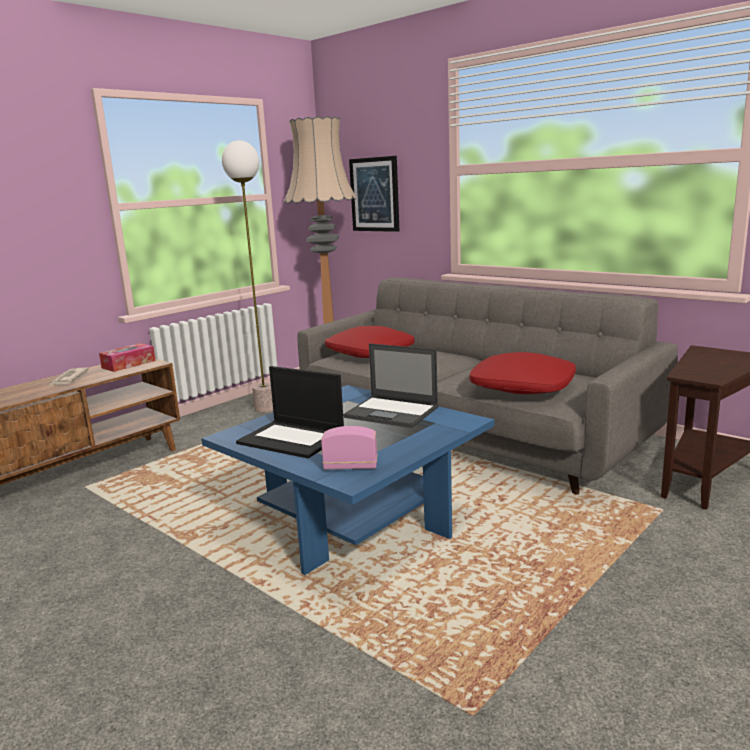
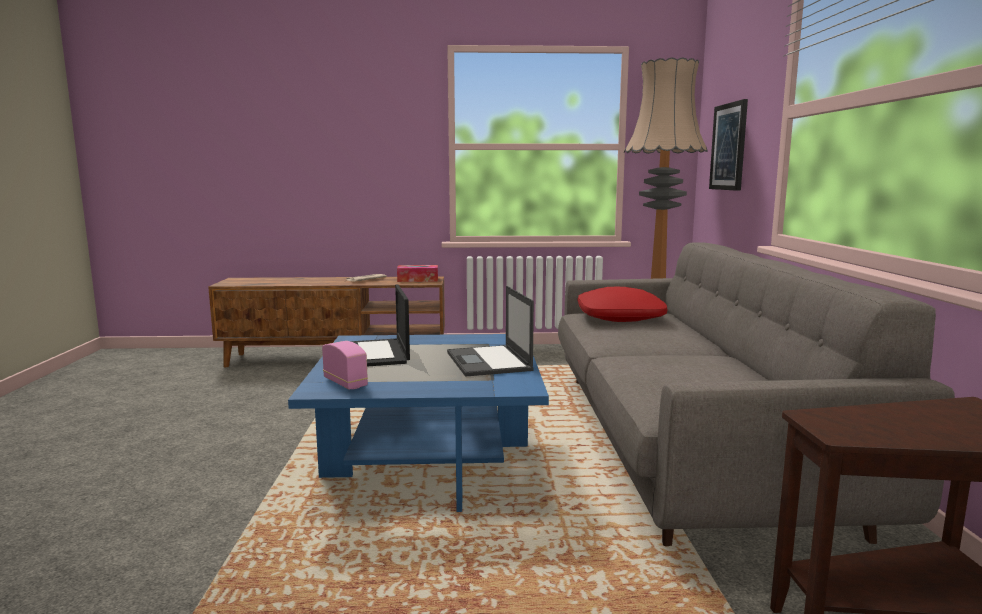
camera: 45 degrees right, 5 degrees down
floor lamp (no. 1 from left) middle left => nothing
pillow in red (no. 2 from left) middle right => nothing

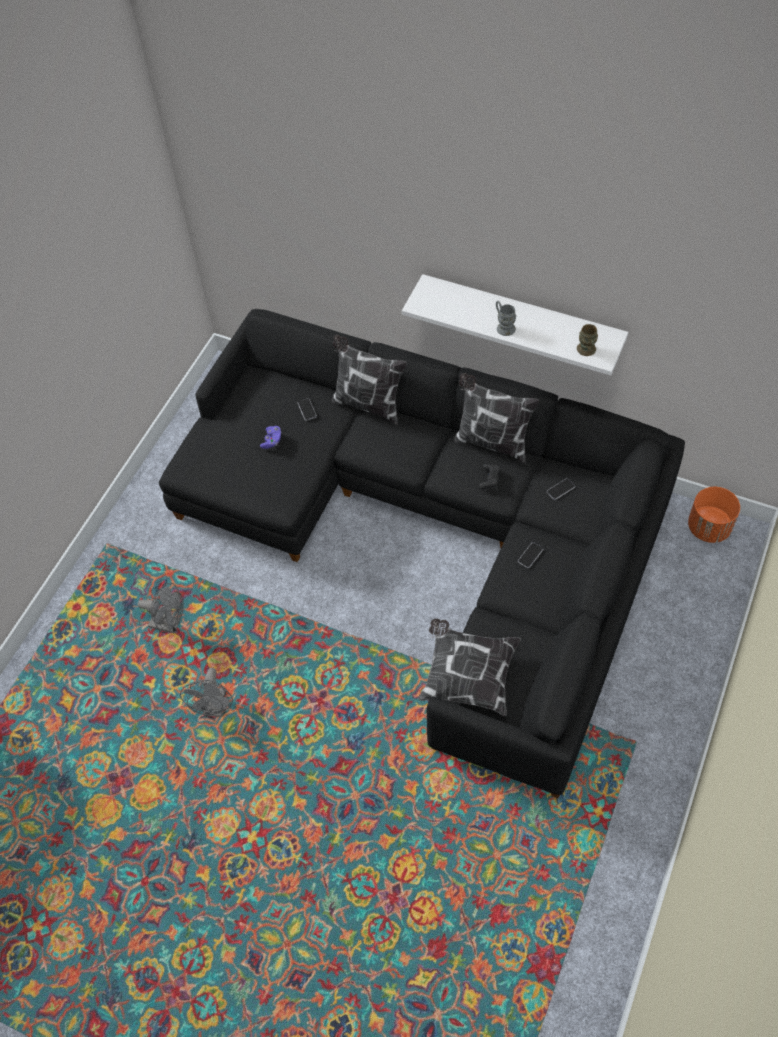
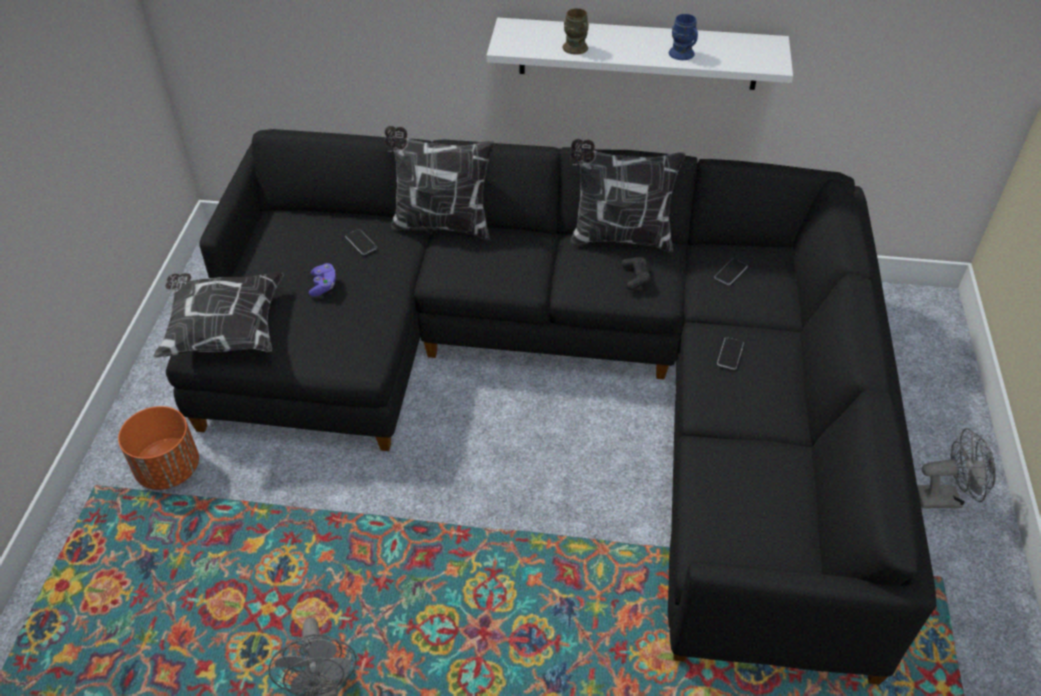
camera: 20 degrees left, 10 degrees down
planter in orange middle right => planter in orange middle left, relocated
pillow (no. 2 from left in the first image) centre => pillow (no. 1 from left) middle left, relocated
mug in brown top right => mug in brown top centre, relocated
nothing => mug in blue top centre
fan in grey (no. 1 from left in the first image) middle left => fan in grey (no. 2 from left) bottom right, relocated
mug in grey top centre => nothing

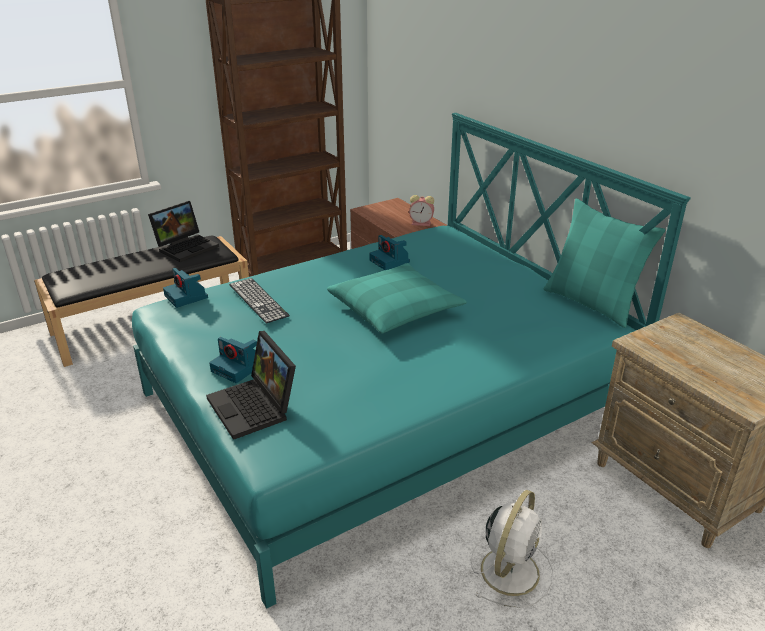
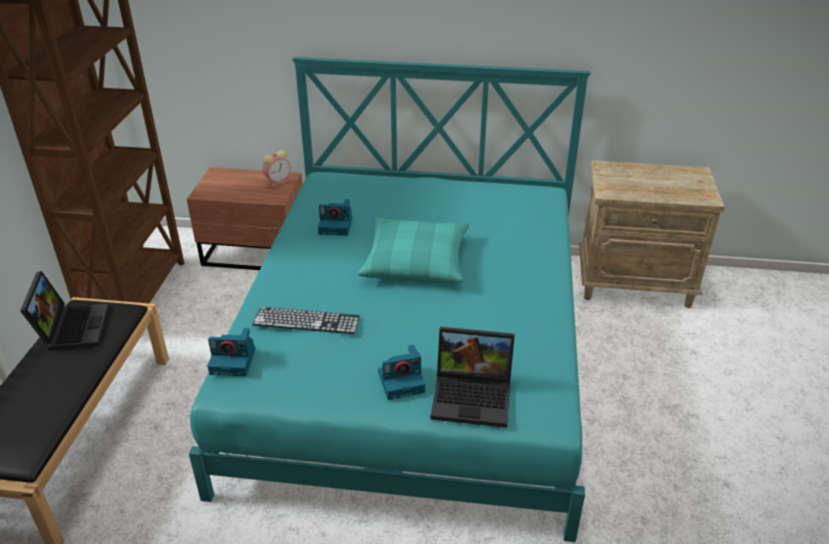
camera: 50 degrees left, 5 degrees up
fan in white bottom right => nothing
pillow in turquoise (no. 2 from left) middle right => nothing

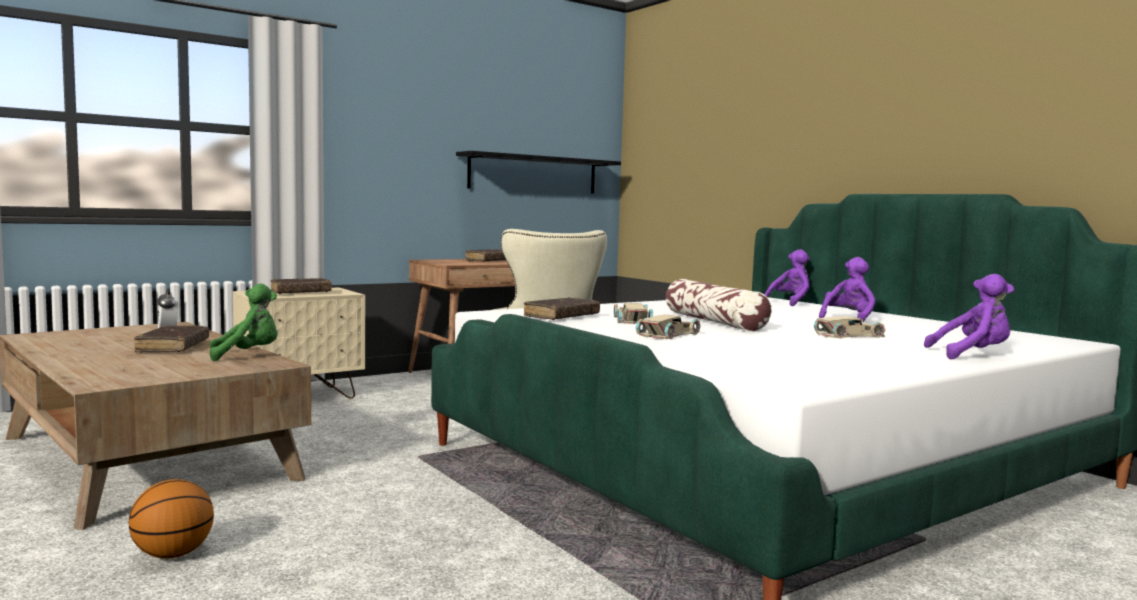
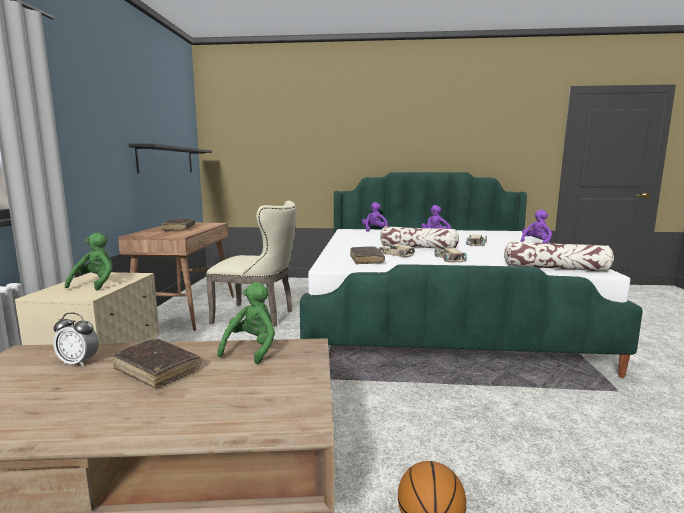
camera: 50 degrees left, 5 degrees up
book in brown (no. 2 from left) middle left => plush toy in green (no. 1 from left) middle left
nothing => pillow (no. 2 from left) middle right

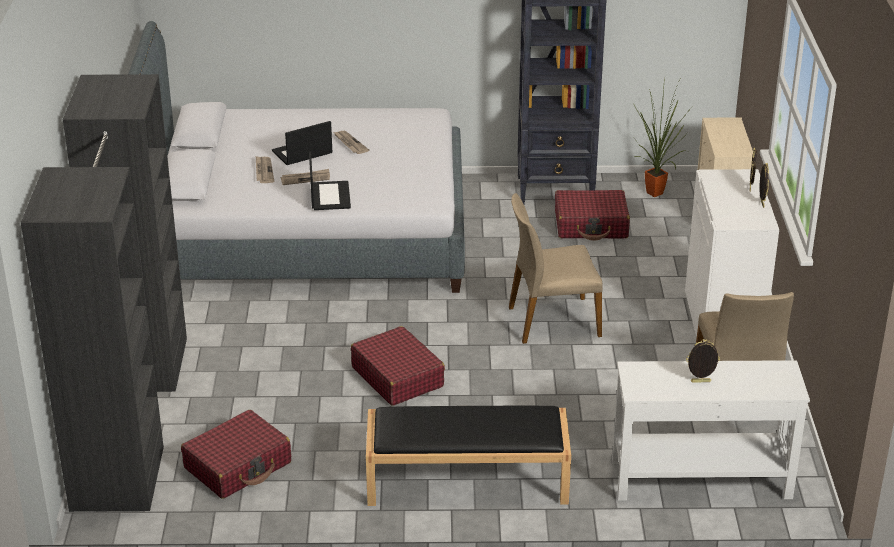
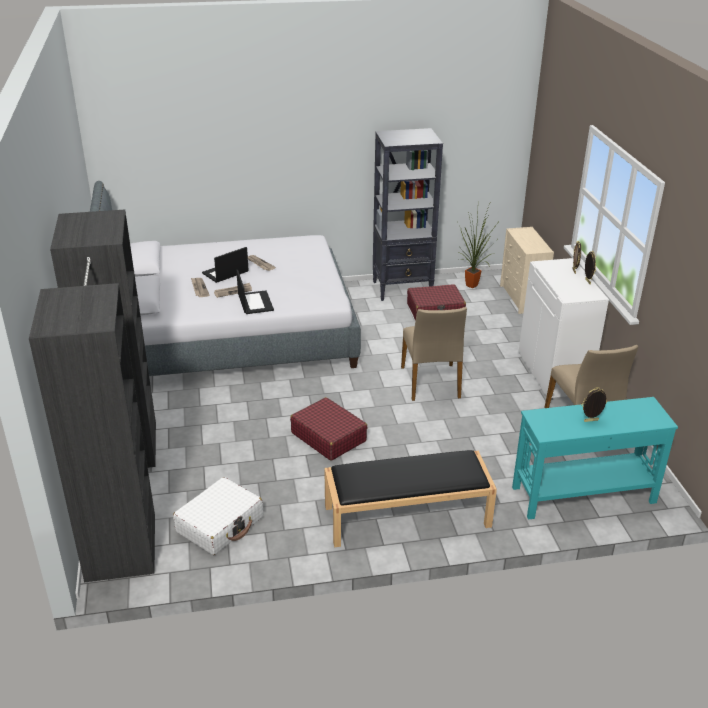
camera: 10 degrees left, 0 degrees up
suitcase in red (no. 1 from left) bottom left => suitcase in white bottom left
chair in beige (no. 1 from left) centre, 75 degrees counterclockwise
console table in white bottom right => console table in turquoise middle right

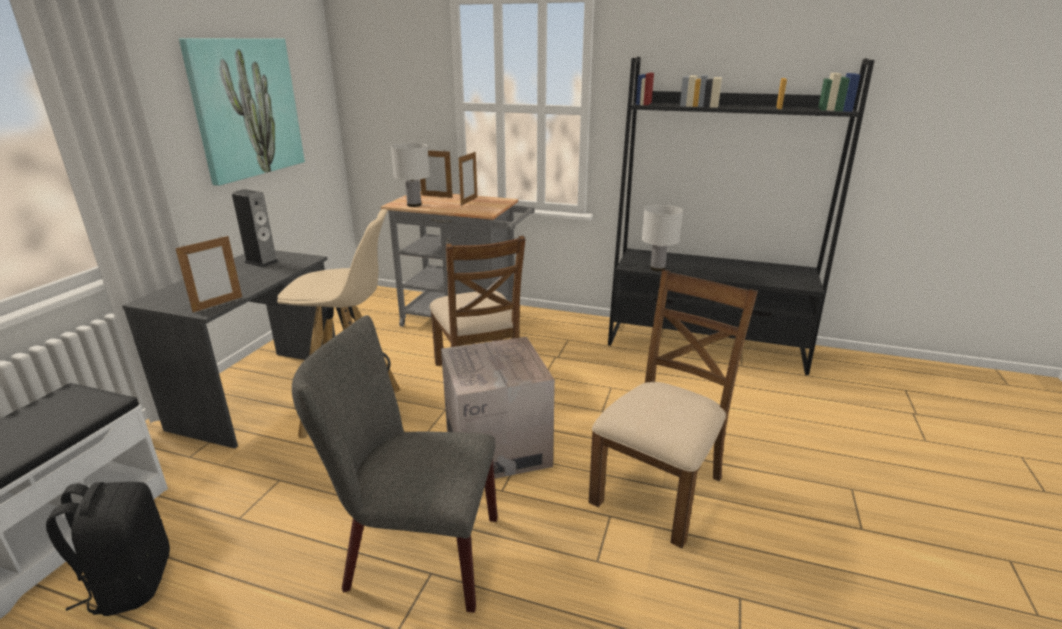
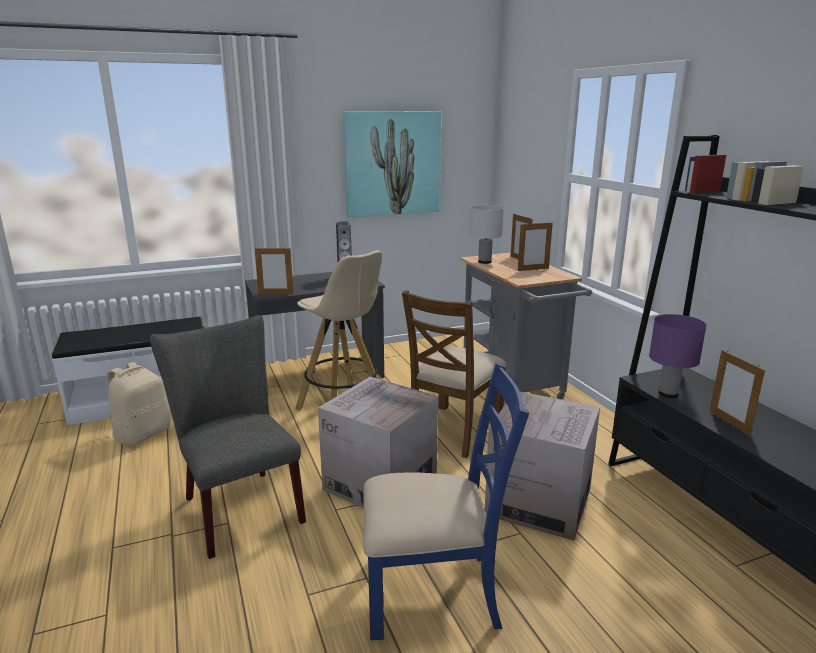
camera: 50 degrees right, 5 degrees down
backpack in black bottom left => backpack in beige middle left
chair in brown (no. 2 from left) centre => chair in blue bottom centre
nothing => cardboard box (no. 2 from left) bottom centre
table lamp in white (no. 2 from left) centre => table lamp in purple middle right
nothing => picture frame (no. 4 from left) middle right

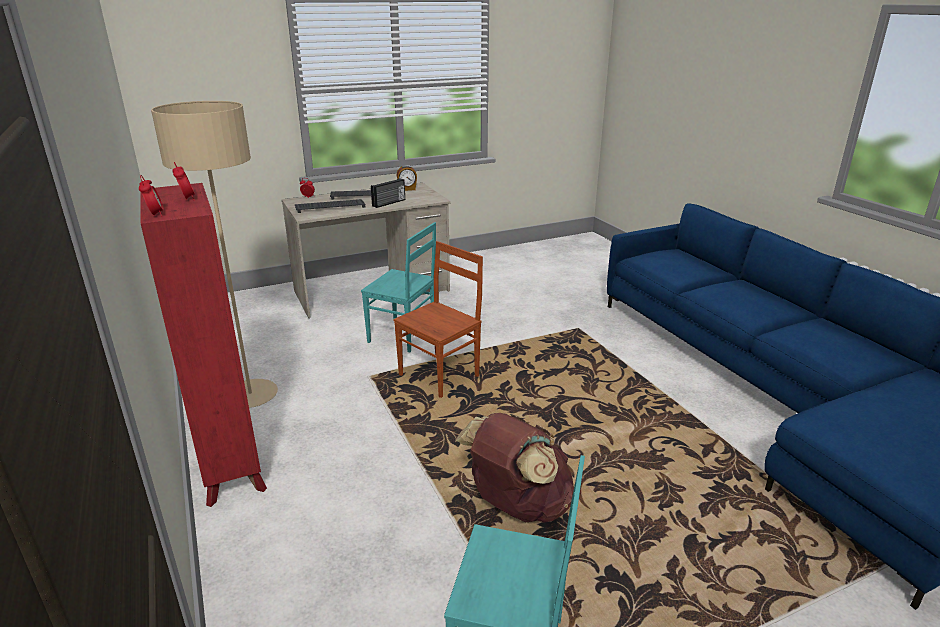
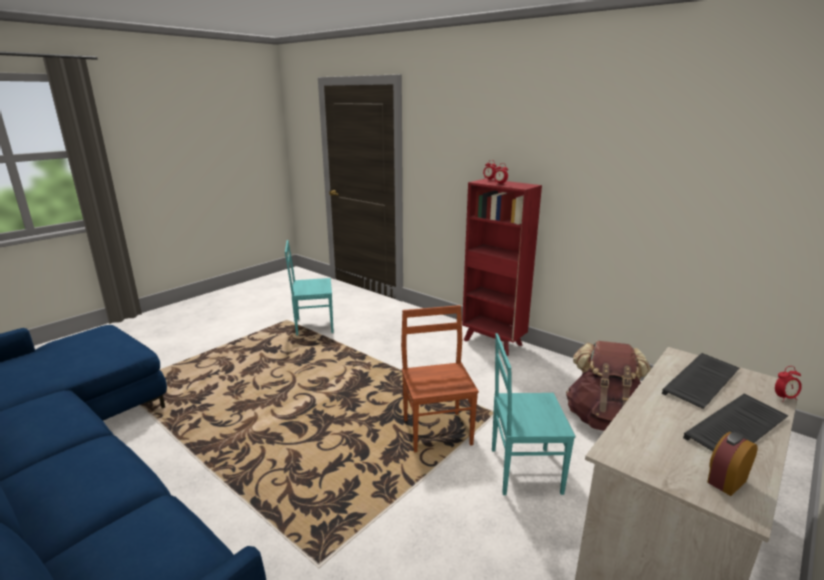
camera: 155 degrees right, 5 degrees down
chair in brown centre, 150 degrees clockwise
backpack in brown bottom centre => backpack in brown middle right, relocated
floor lamp in beige middle left => nothing
radio top centre => nothing

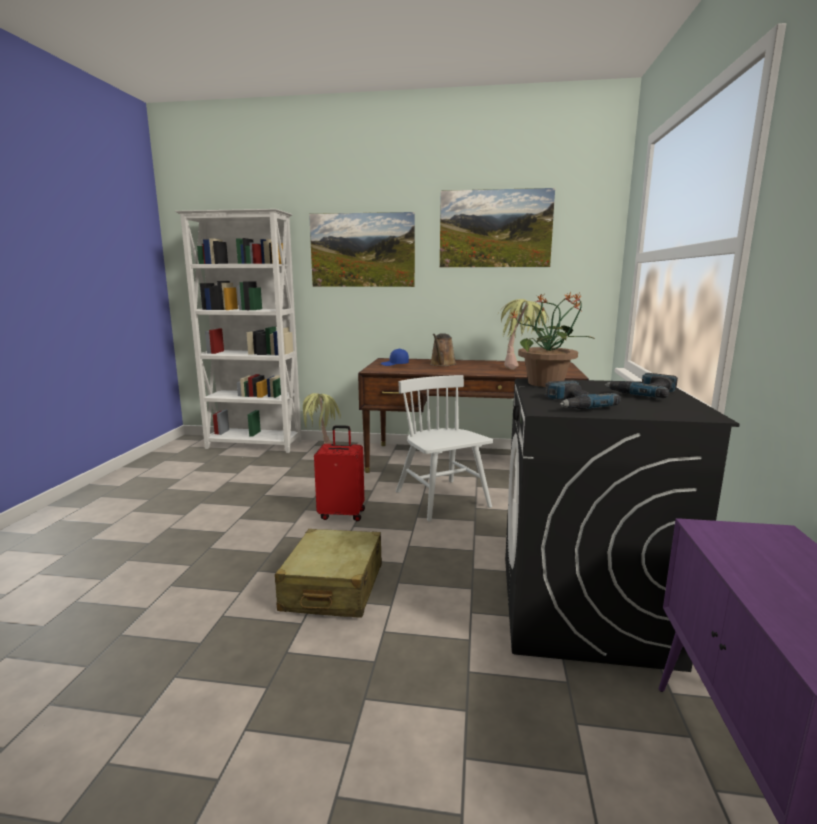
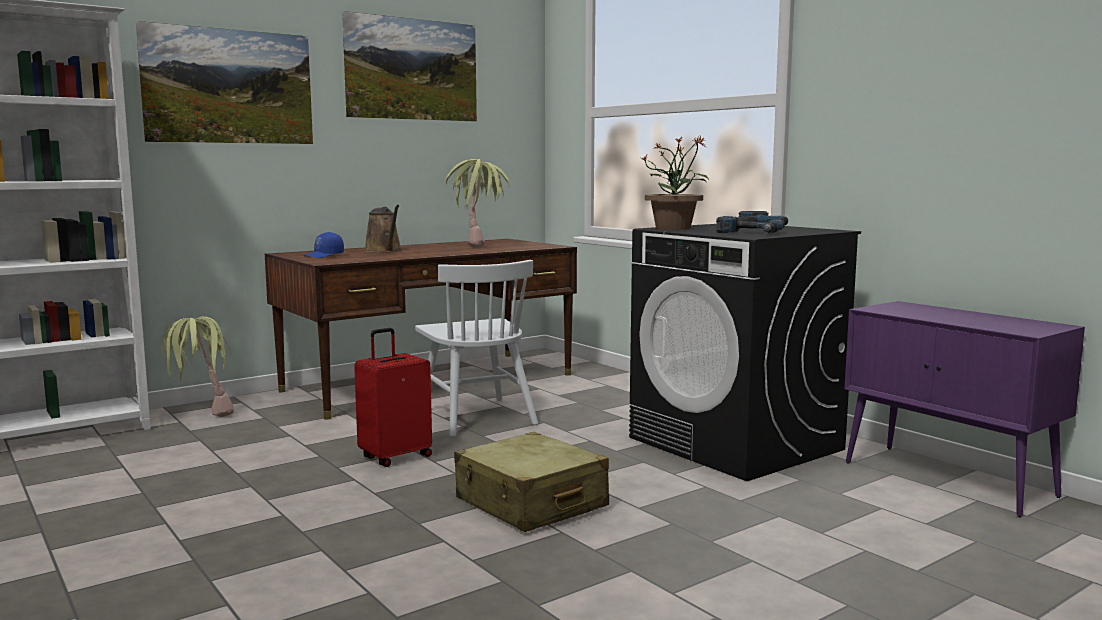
camera: 45 degrees left, 5 degrees down
chair in white centre, 135 degrees counterclockwise

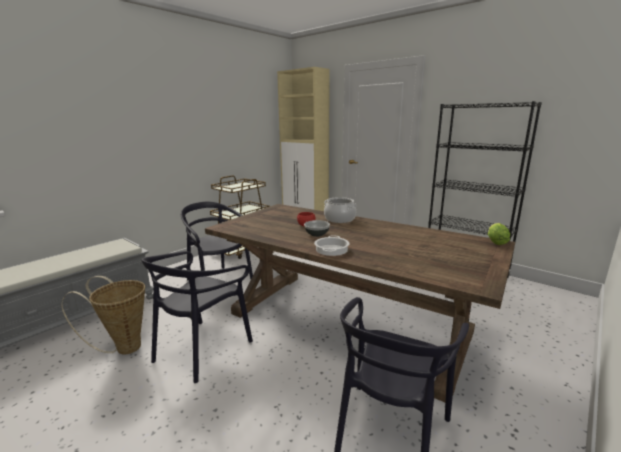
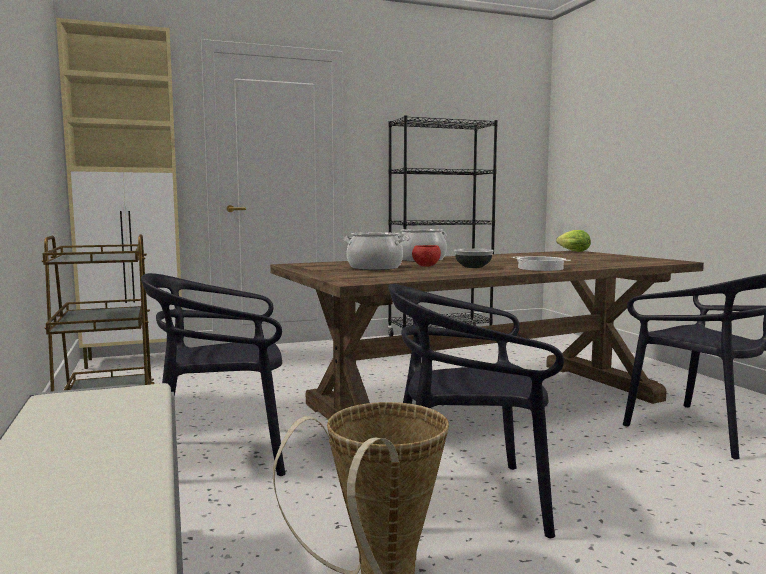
camera: 60 degrees left, 10 degrees down
nothing => cooking pot (no. 1 from left) centre
chair in black (no. 1 from left in the first image) bottom left => chair in black (no. 2 from left) bottom centre, 120 degrees clockwise

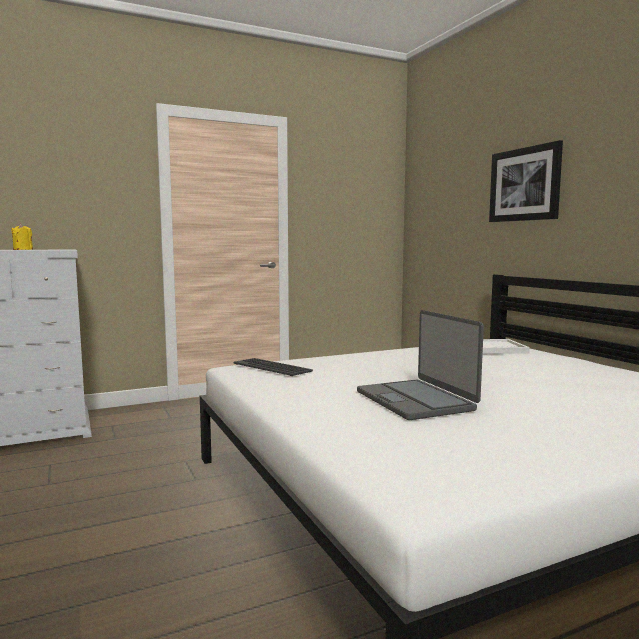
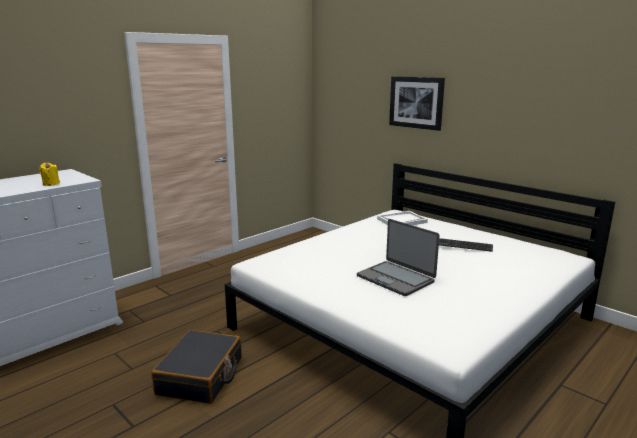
camera: 20 degrees left, 10 degrees up
nothing => suitcase in black bottom left
keyboard centre => keyboard middle right, relocated

